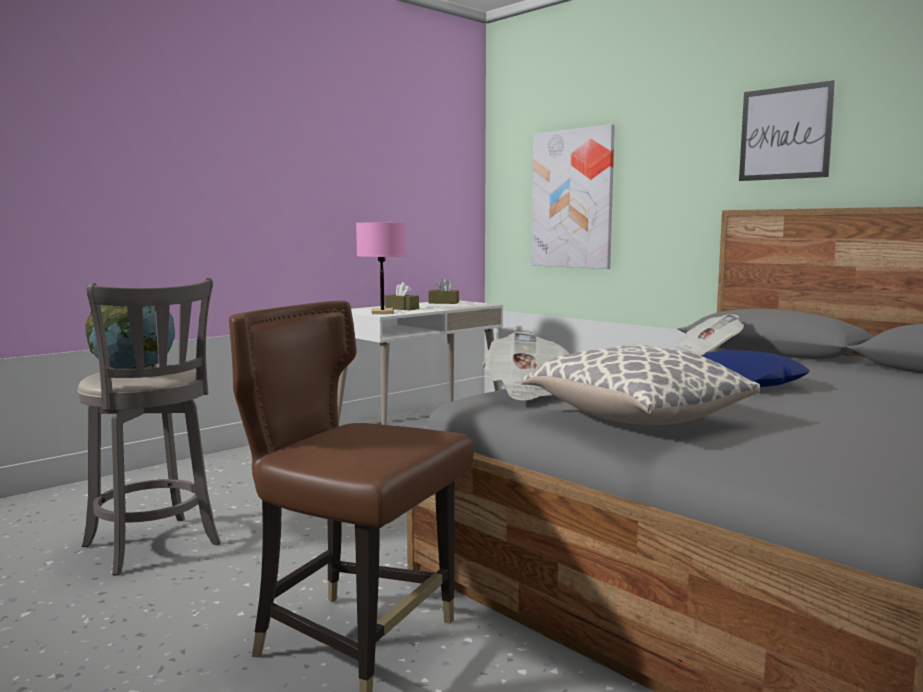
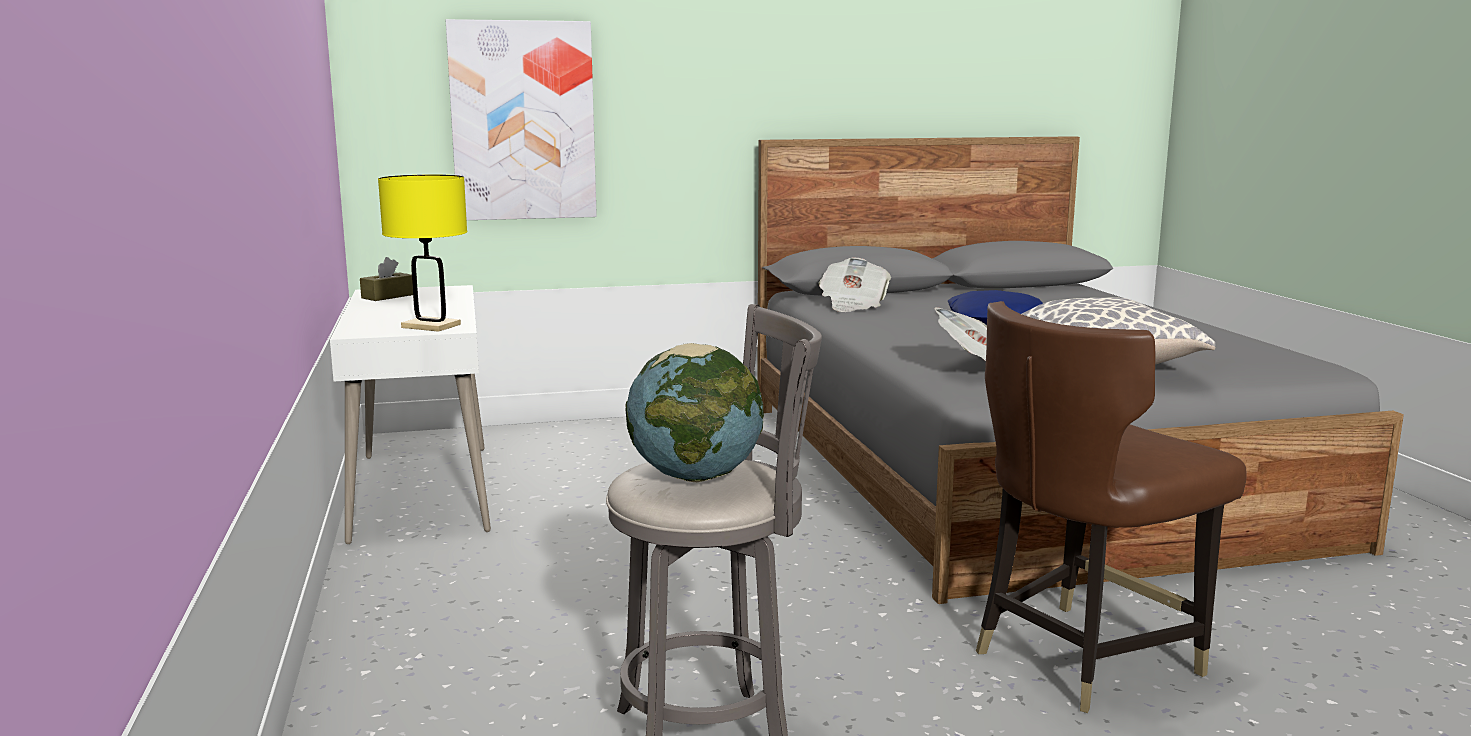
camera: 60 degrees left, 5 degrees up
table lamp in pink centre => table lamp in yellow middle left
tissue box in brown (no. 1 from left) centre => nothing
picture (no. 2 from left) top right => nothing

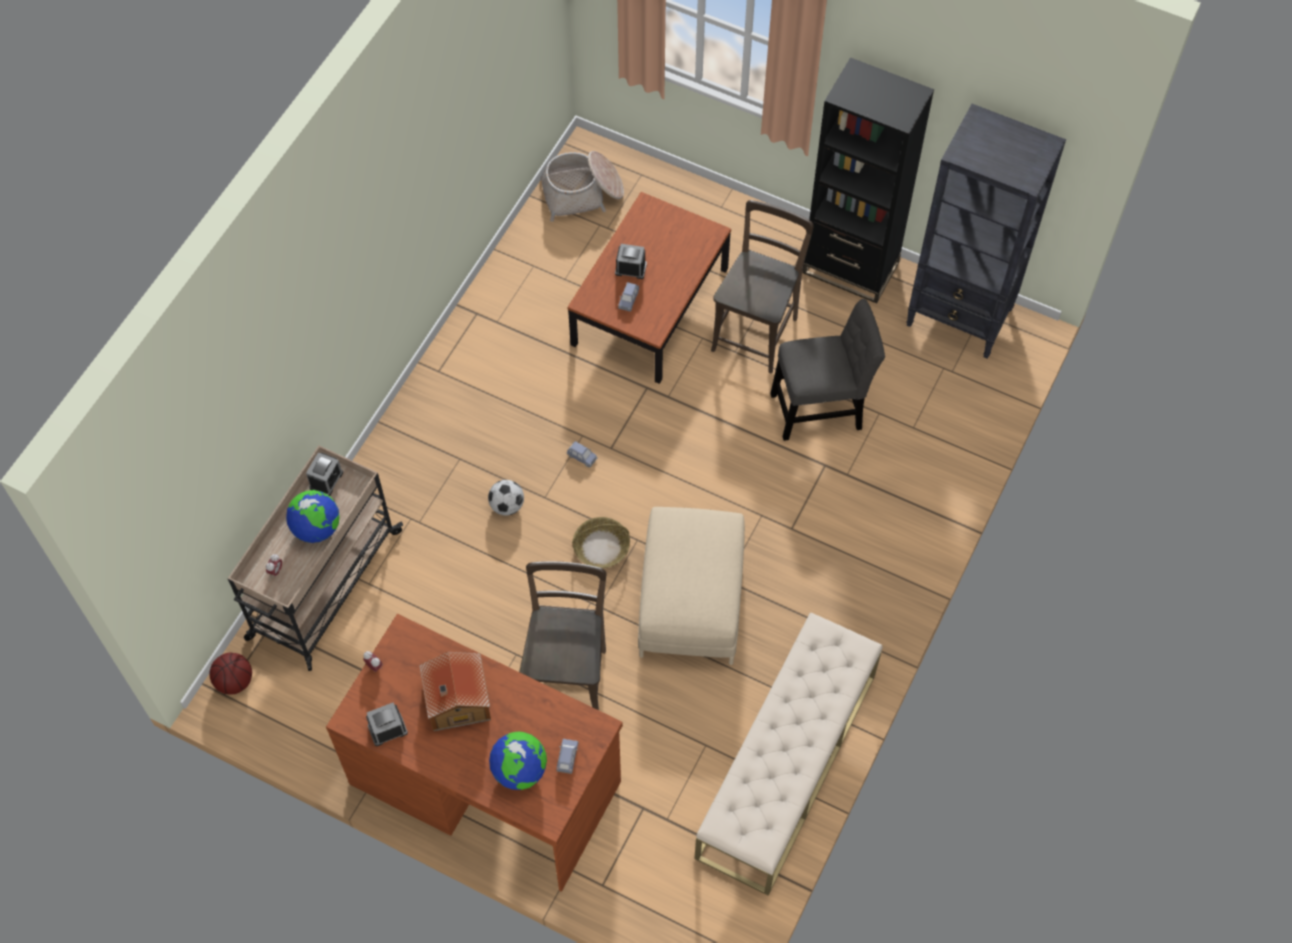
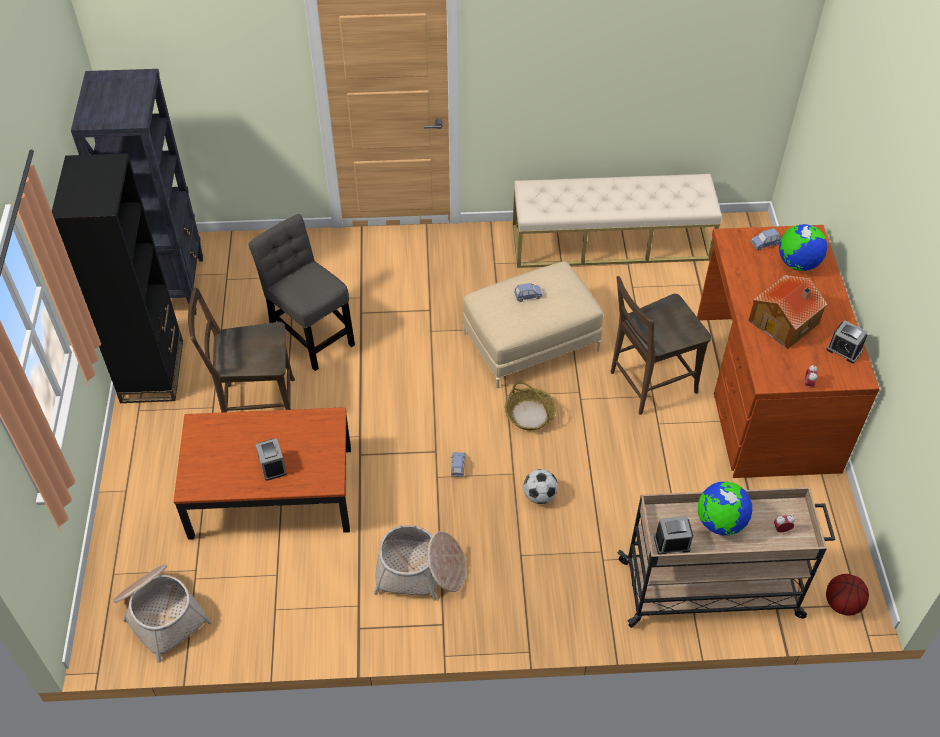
camera: 120 degrees left, 10 degrees down
nothing => basket (no. 2 from left) bottom centre
toy car in blue (no. 3 from left in the first image) top centre => toy car in blue (no. 2 from left) centre, relocated

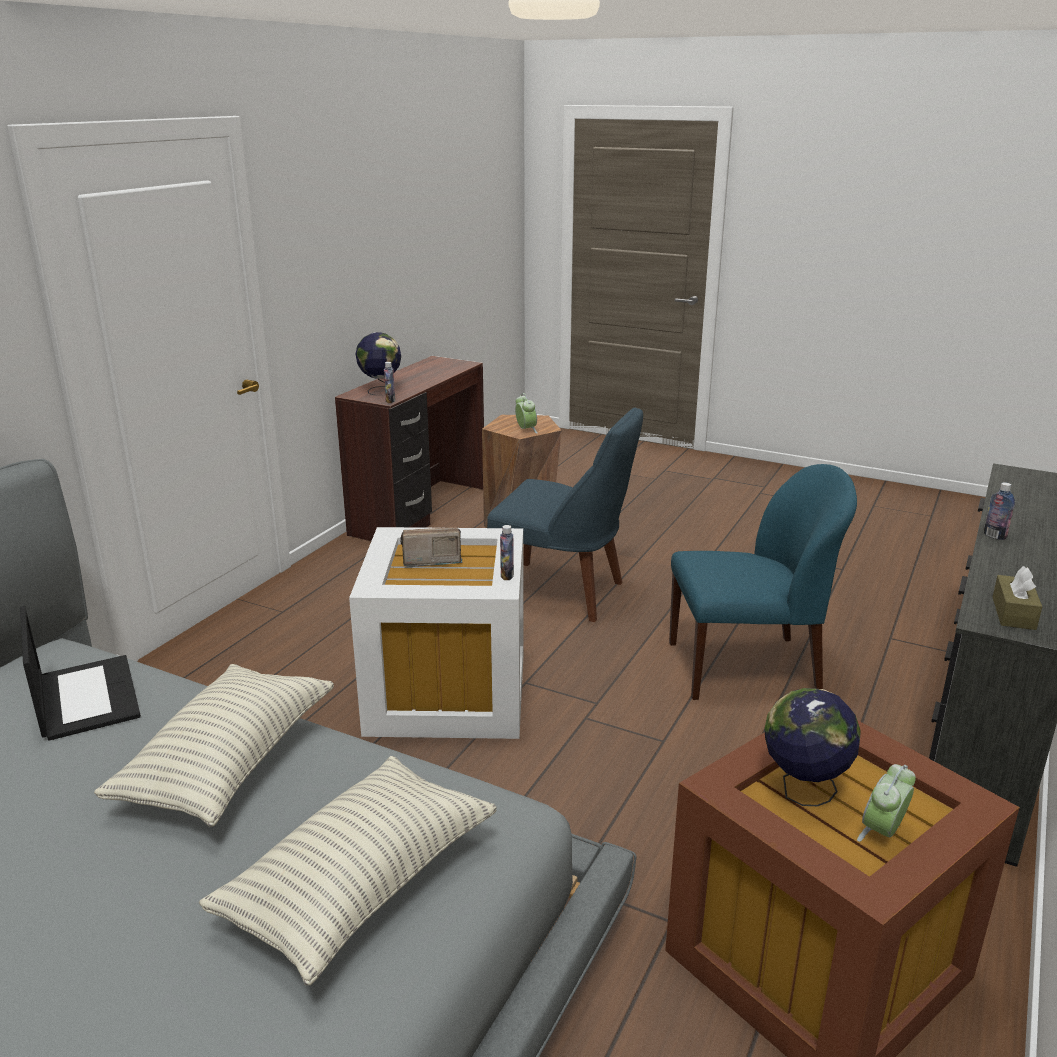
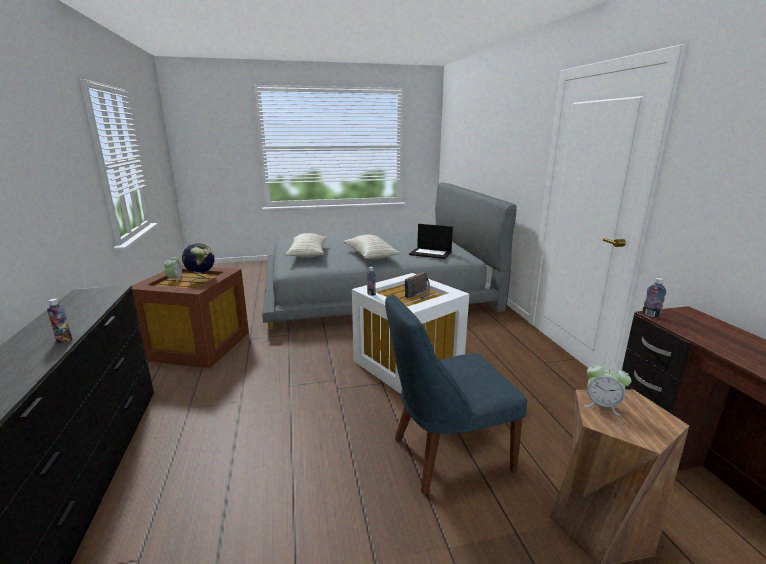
camera: 140 degrees right, 5 degrees down
globe (no. 1 from left) centre => nothing
chair in blue (no. 2 from left) middle right => nothing
tissue box in brown middle right => nothing

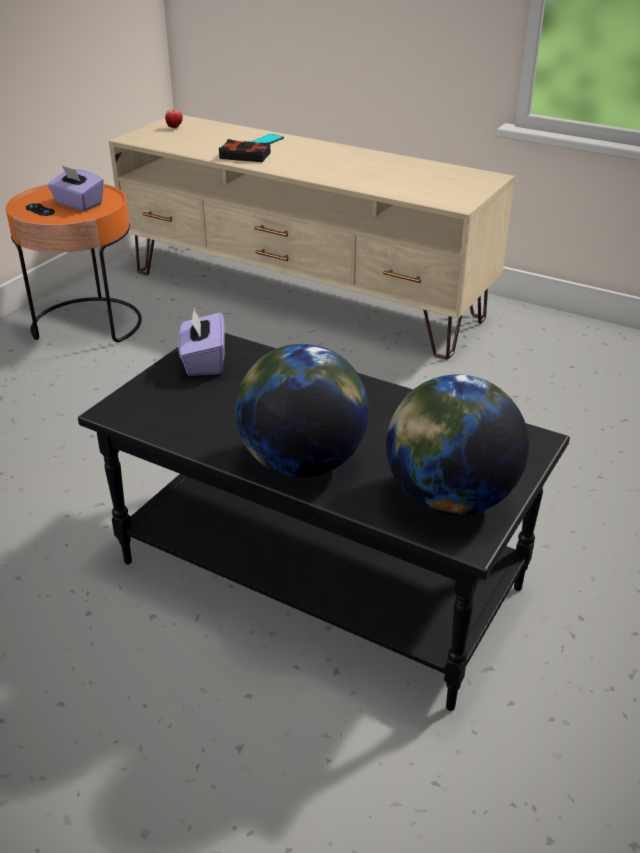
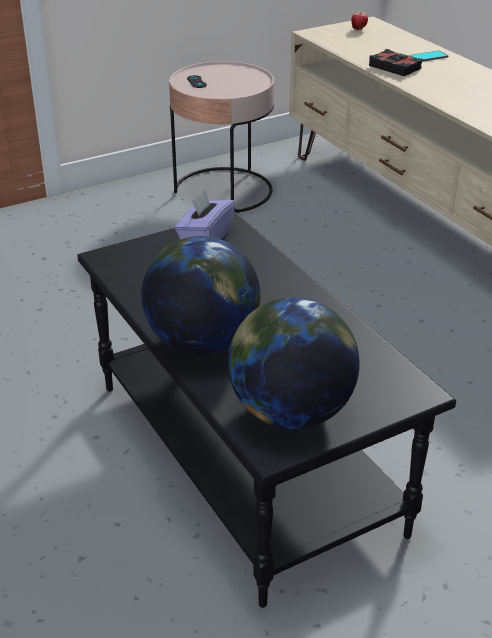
camera: 30 degrees right, 0 degrees up
side table in orange top left => side table in pink top centre
tissue box in purple (no. 1 from left) top left => nothing

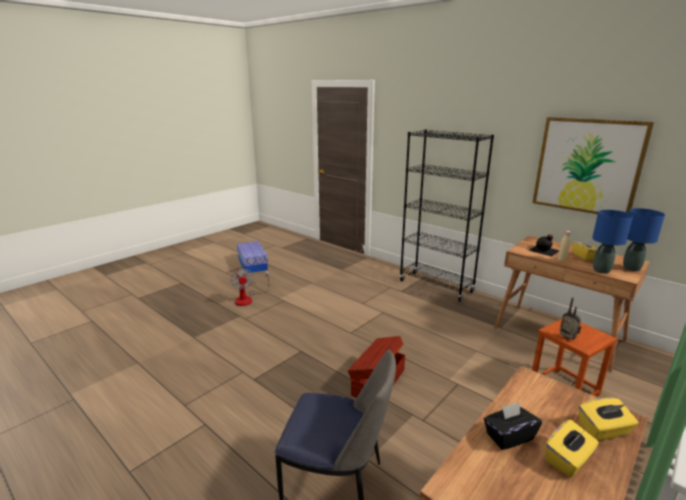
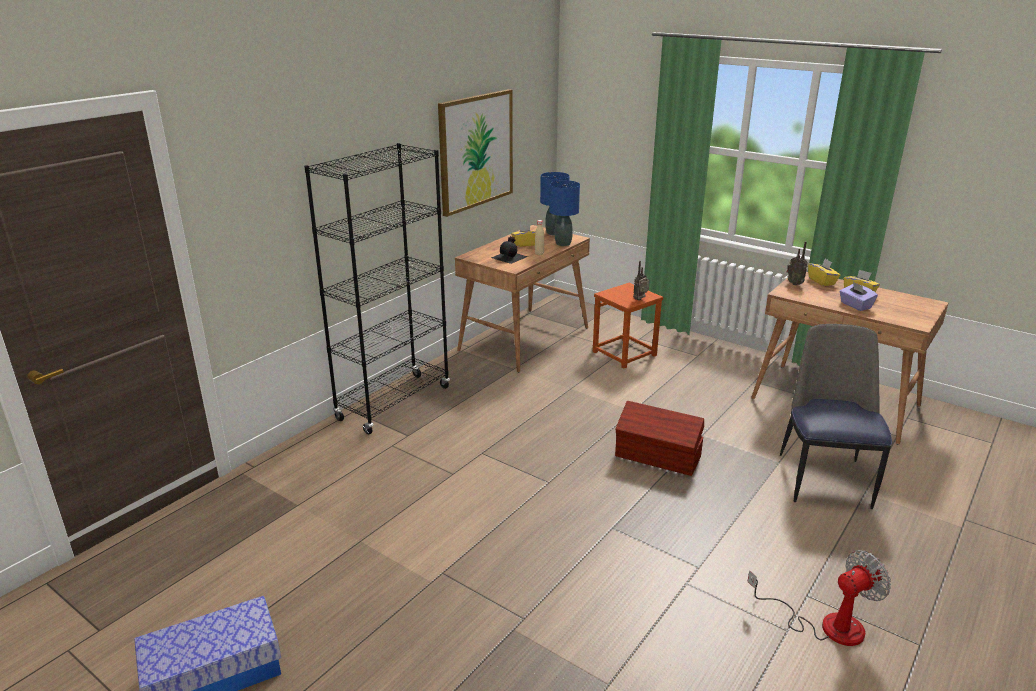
camera: 95 degrees left, 5 degrees up
fan centre => fan bottom right, relocated
nothing => radio (no. 2 from left) middle right
tissue box in black bottom right => tissue box in purple middle right

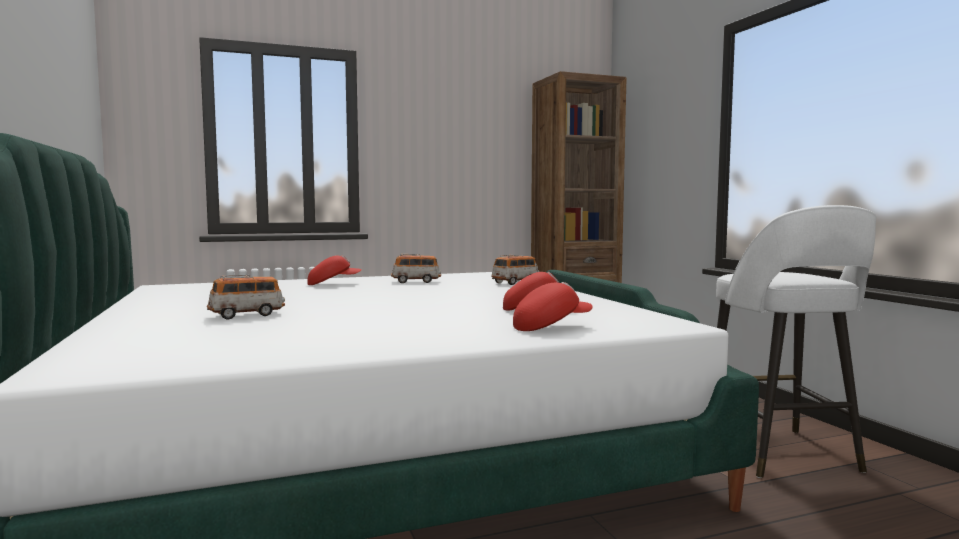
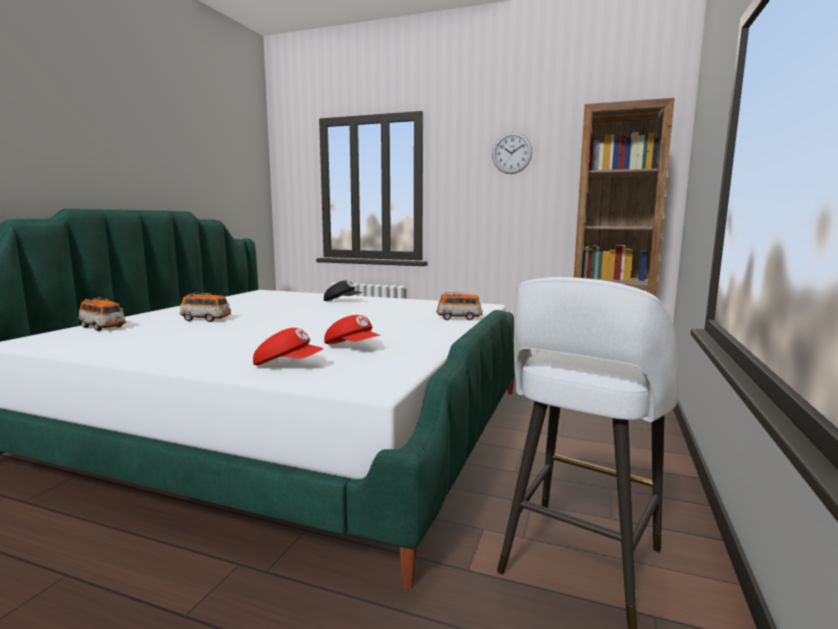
camera: 40 degrees right, 5 degrees up
toy car (no. 2 from left in the first image) centre => toy car (no. 1 from left) middle left, relocated
cap in red (no. 1 from left) centre => cap in black centre
nothing => wall clock top centre

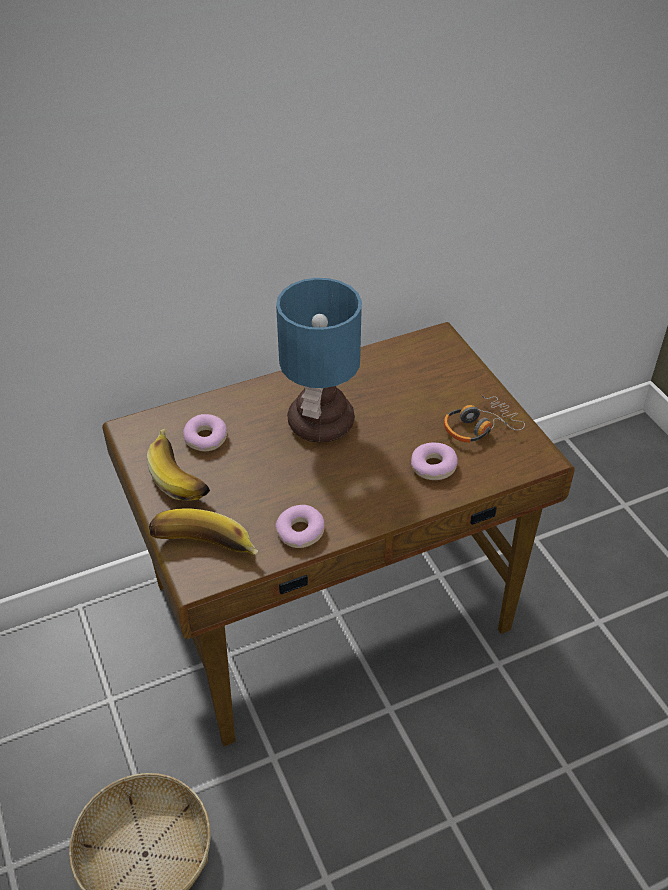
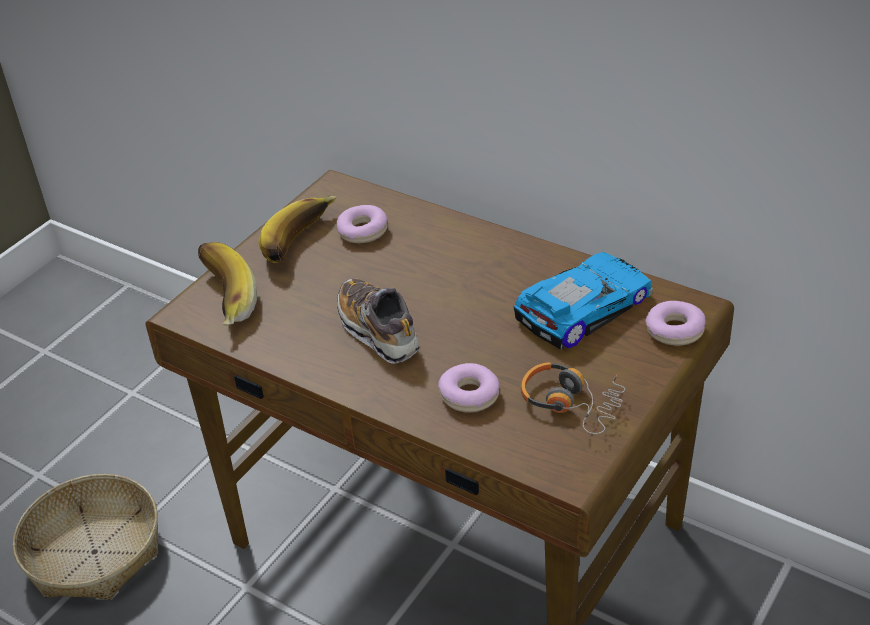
camera: 60 degrees right, 5 degrees down
nothing => shoe centre
nothing => toy car middle right
donut (no. 2 from left in the first image) centre => donut (no. 3 from left) middle right, relocated
table lamp centre => nothing

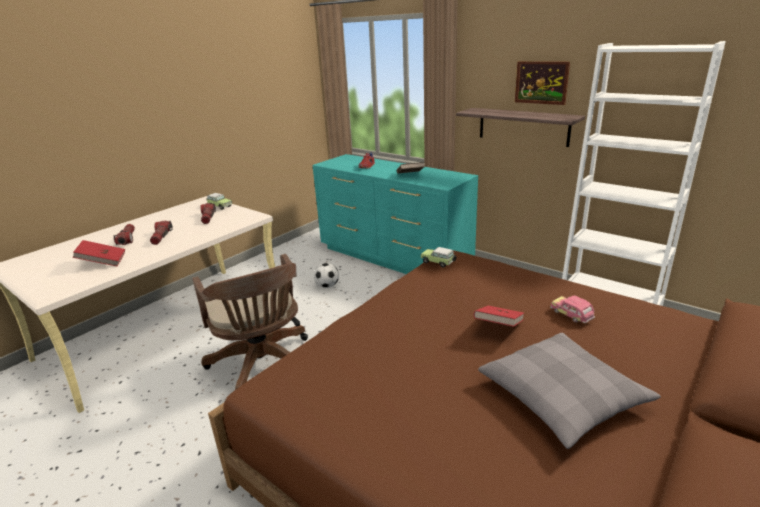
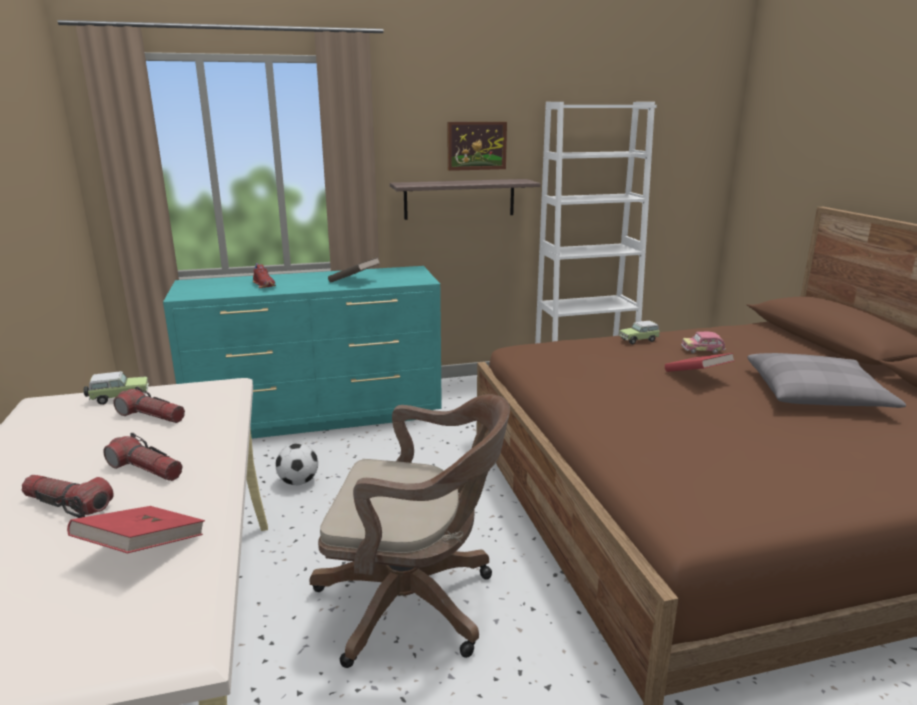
camera: 55 degrees left, 5 degrees down
toy car (no. 2 from left) centre => toy car (no. 2 from left) middle right, relocated

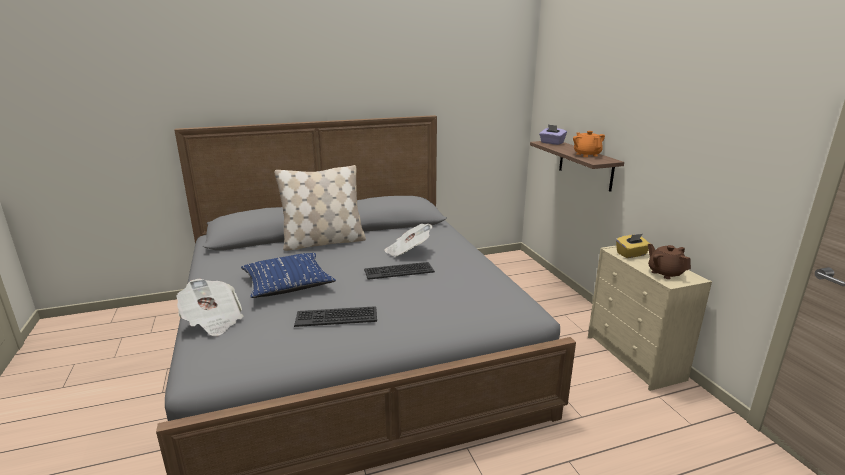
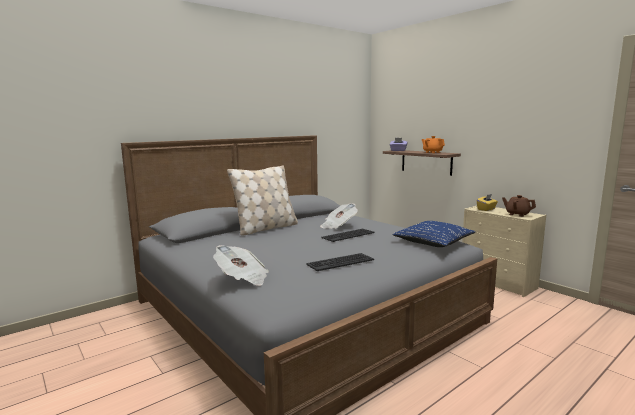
camera: 20 degrees left, 10 degrees down
pillow in blue centre => pillow in blue middle right, relocated

